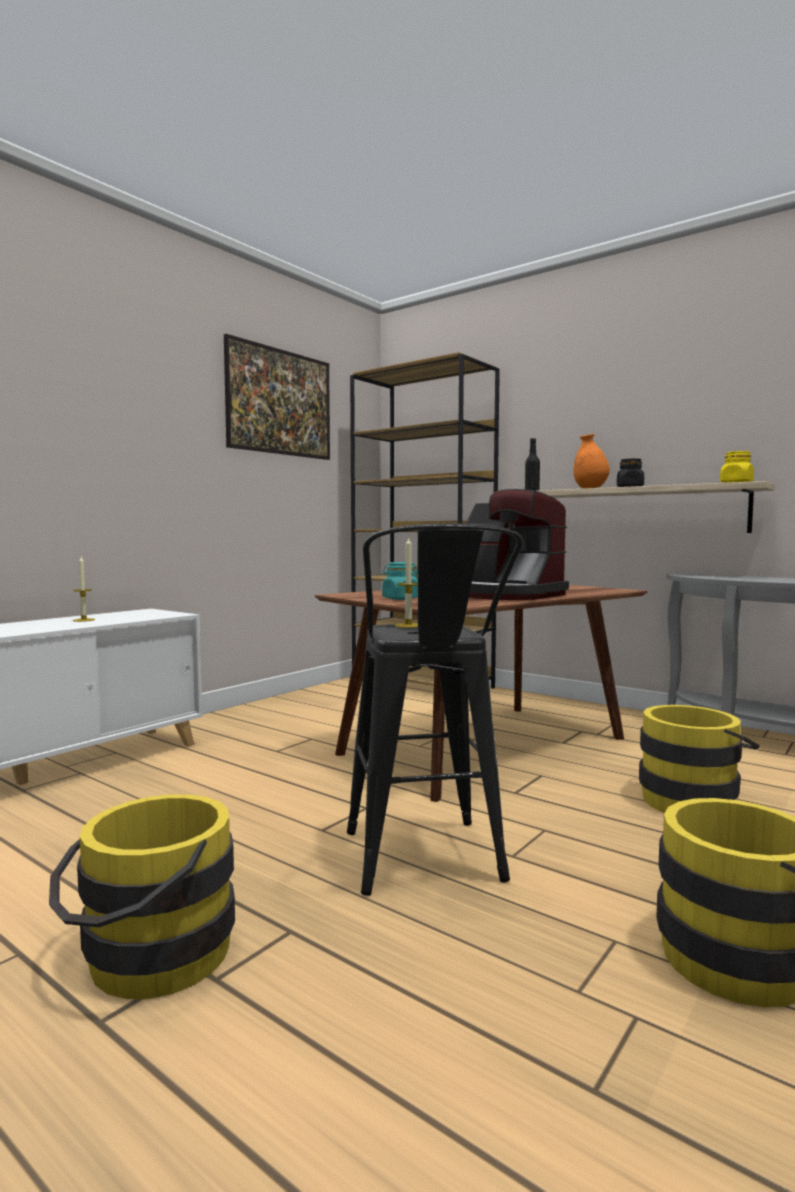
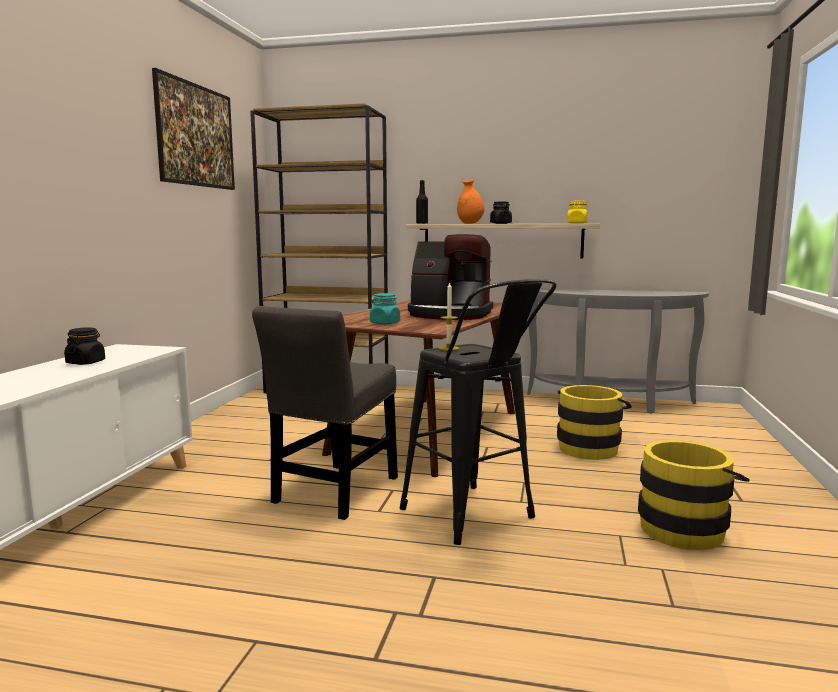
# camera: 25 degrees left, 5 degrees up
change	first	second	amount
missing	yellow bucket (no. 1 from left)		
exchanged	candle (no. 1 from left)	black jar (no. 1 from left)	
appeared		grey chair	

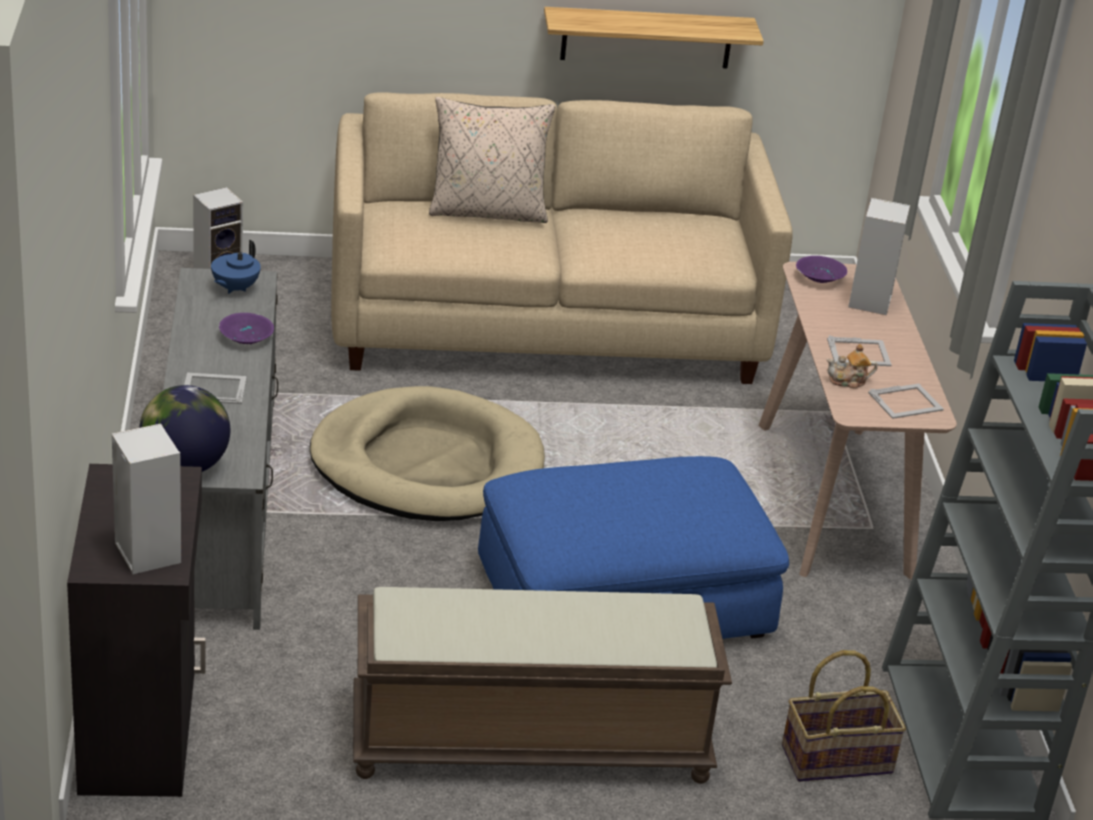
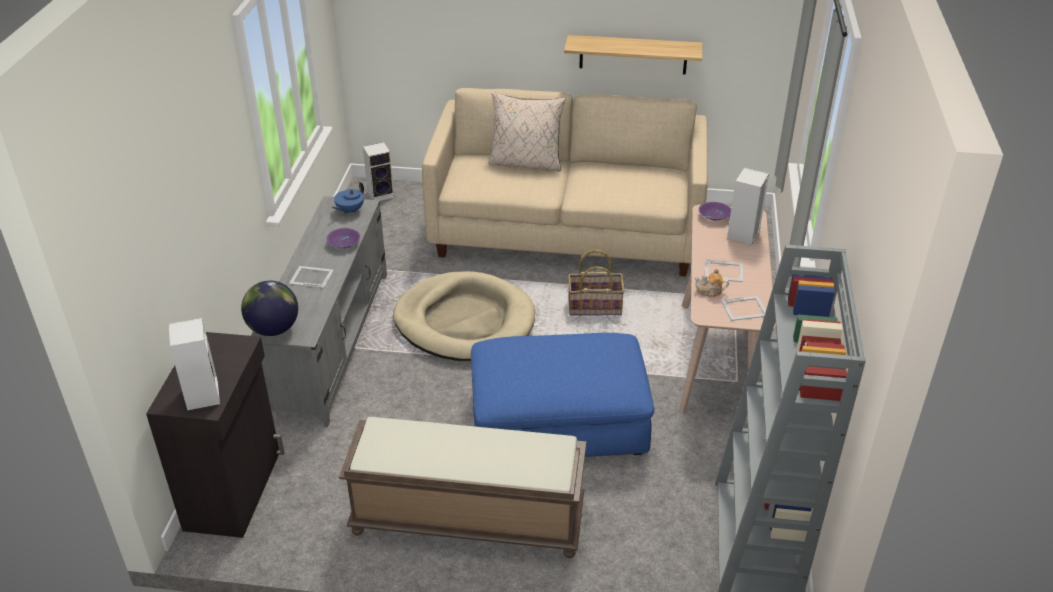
# camera: 15 degrees right, 5 degrees up
change	first	second	amount
relocated	basket		

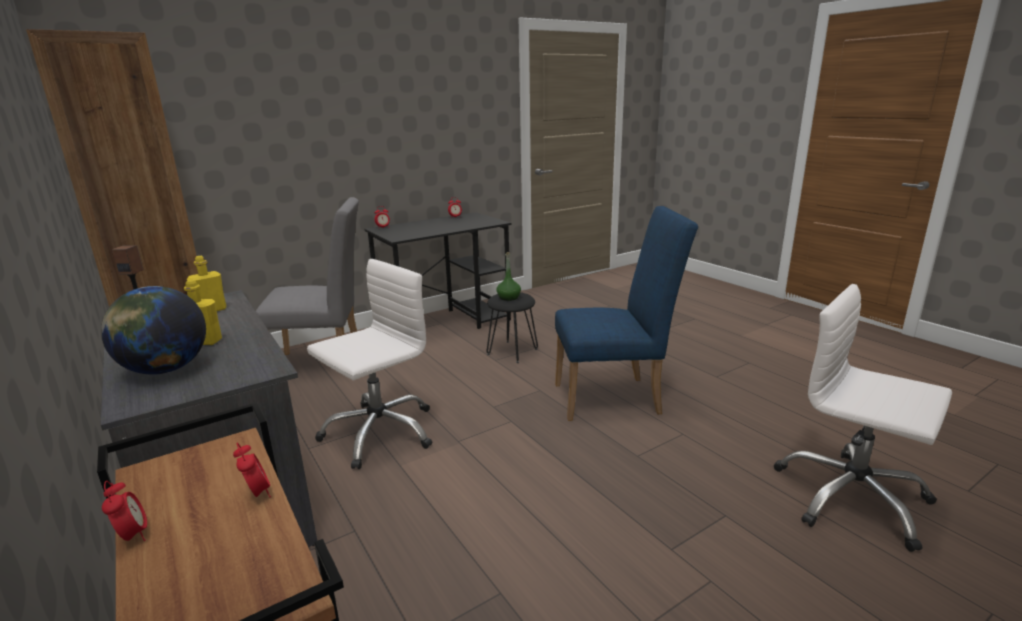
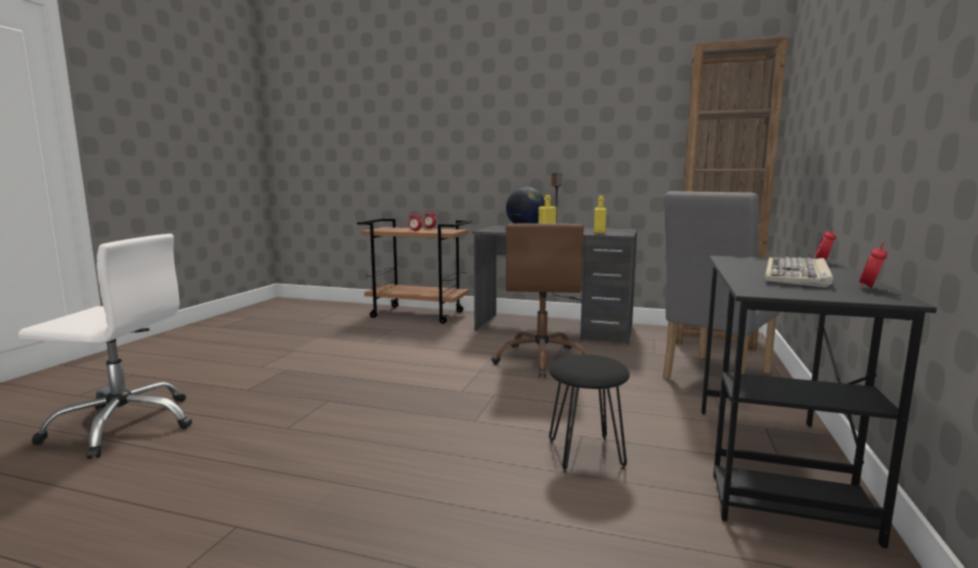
# camera: 140 degrees right, 10 degrees down
change	first	second	amount
colour	white office chair (no. 1 from left)	brown office chair	
missing	green bottle		
missing	blue chair		
appeared		keyboard	

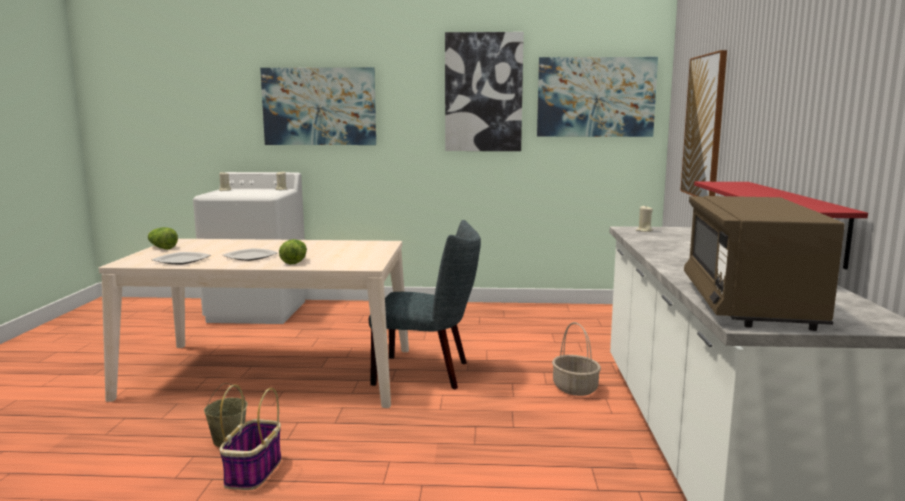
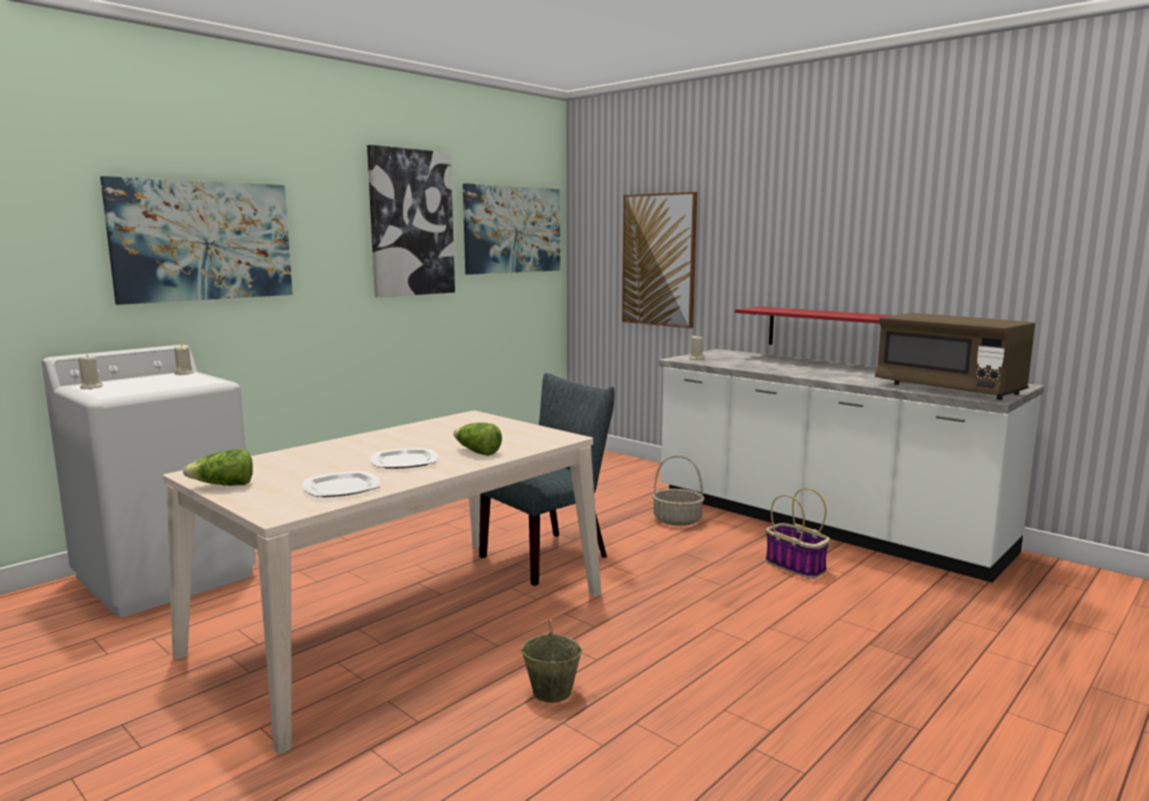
# camera: 50 degrees left, 0 degrees up
change	first	second	amount
relocated	basket (no. 1 from left in the first image)	basket (no. 2 from left)	

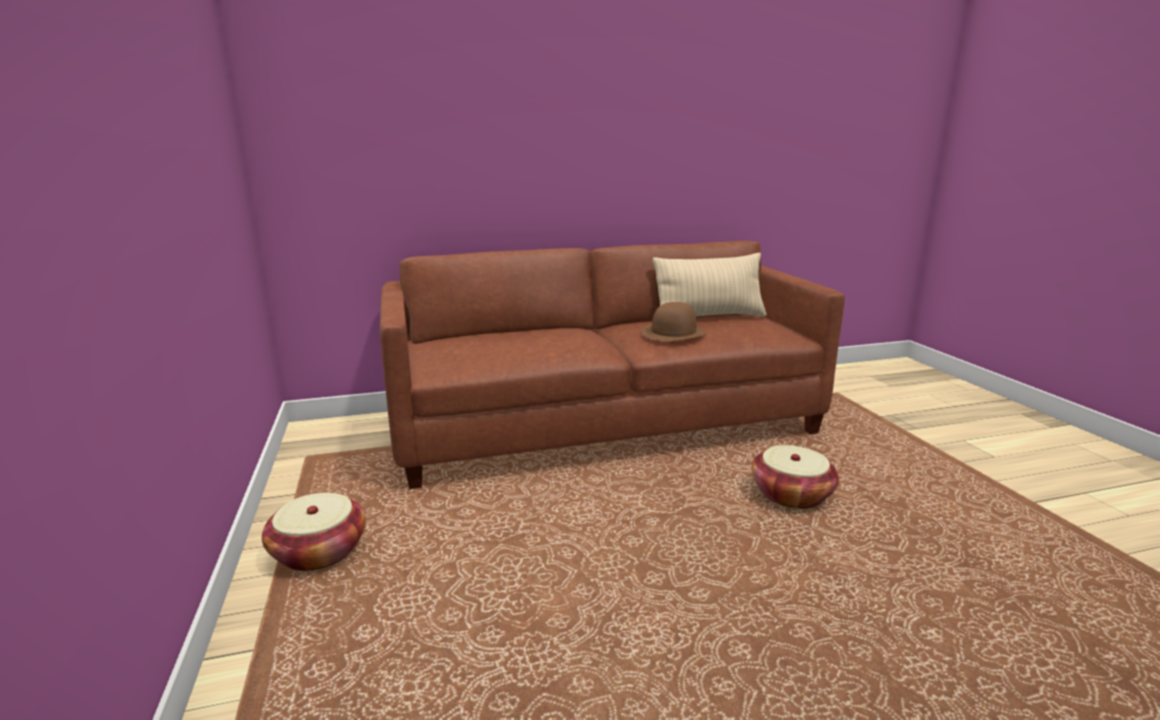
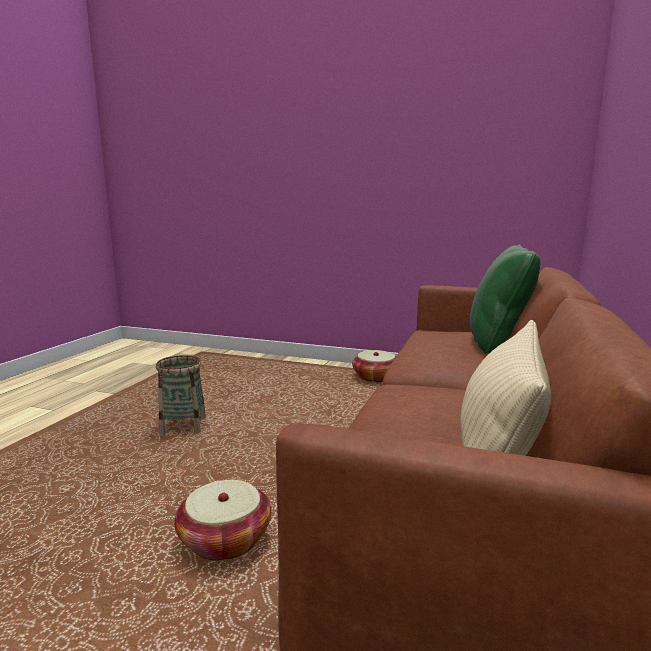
# camera: 125 degrees right, 5 degrees down
change	first	second	amount
missing	brown hat		
appeared		basket (no. 1 from left)	
appeared		green pillow	

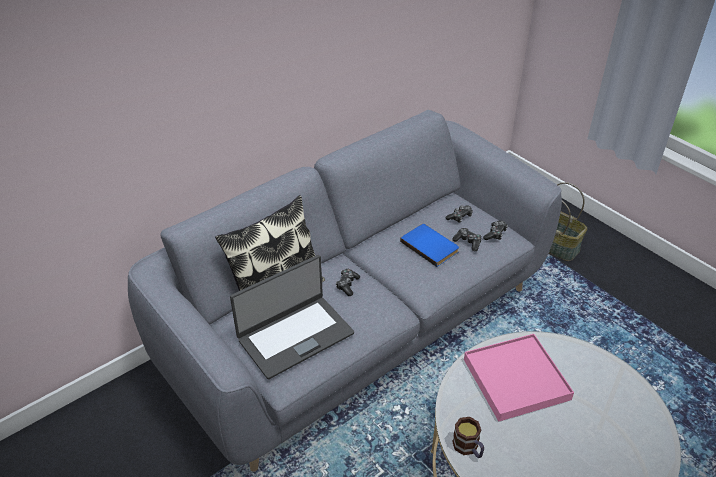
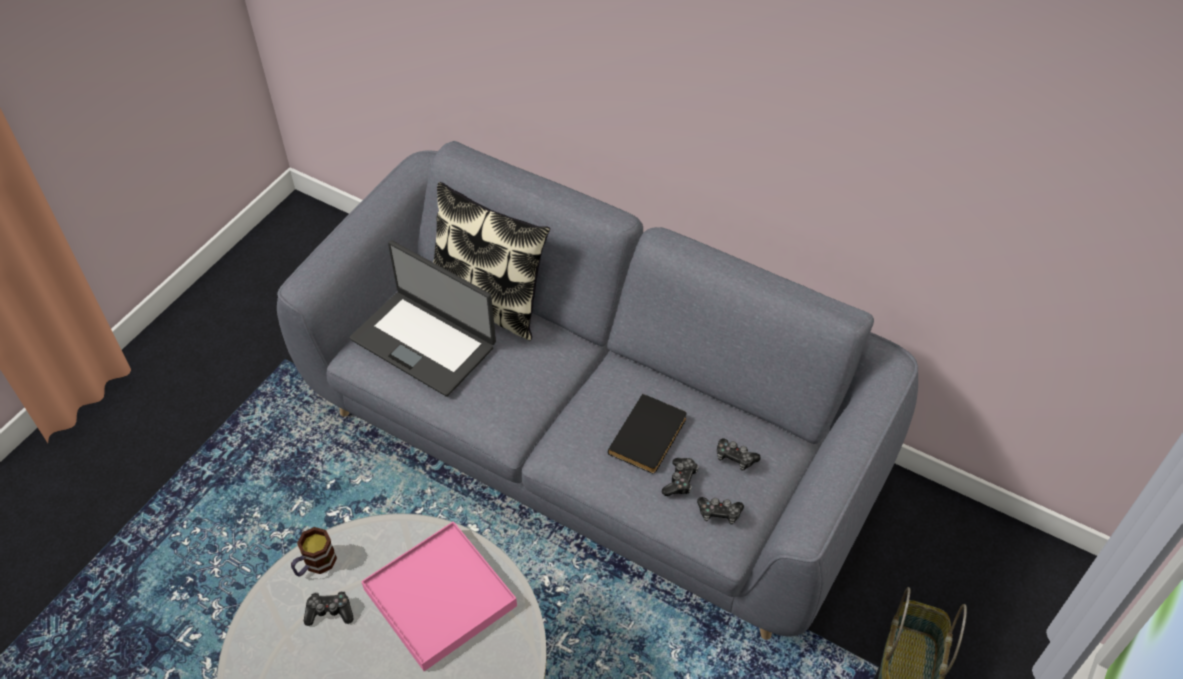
# camera: 70 degrees right, 10 degrees up
change	first	second	amount
relocated	game controller (no. 1 from left)		
colour	blue book	black book	

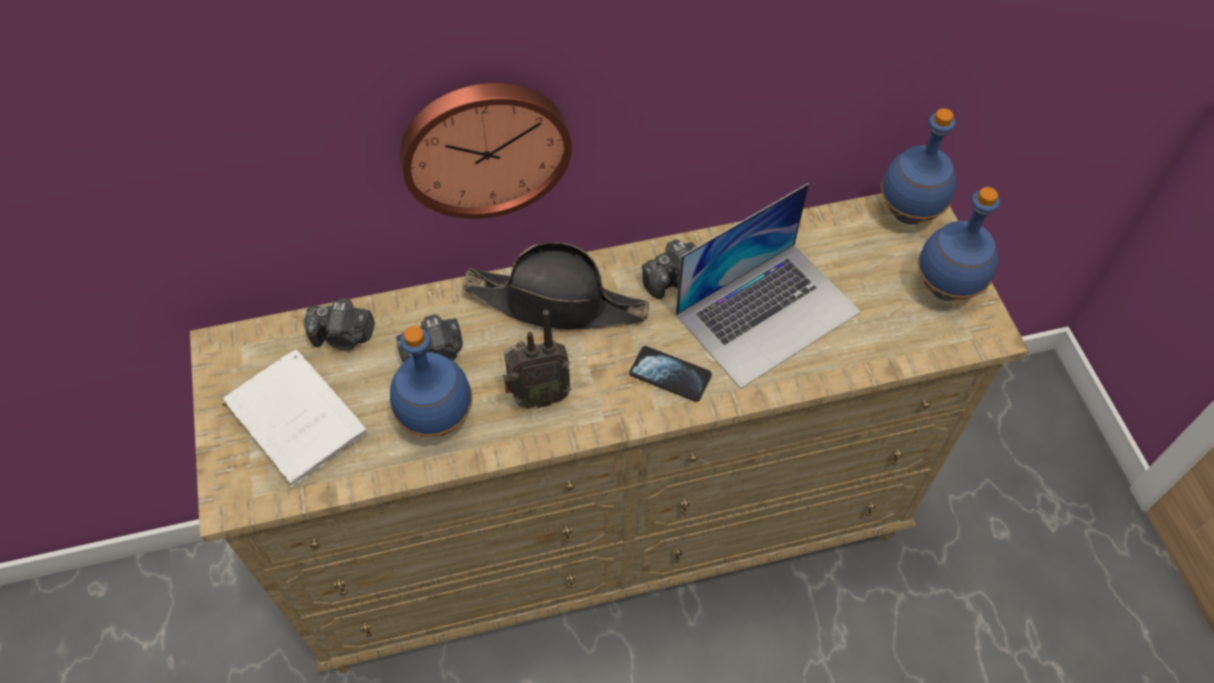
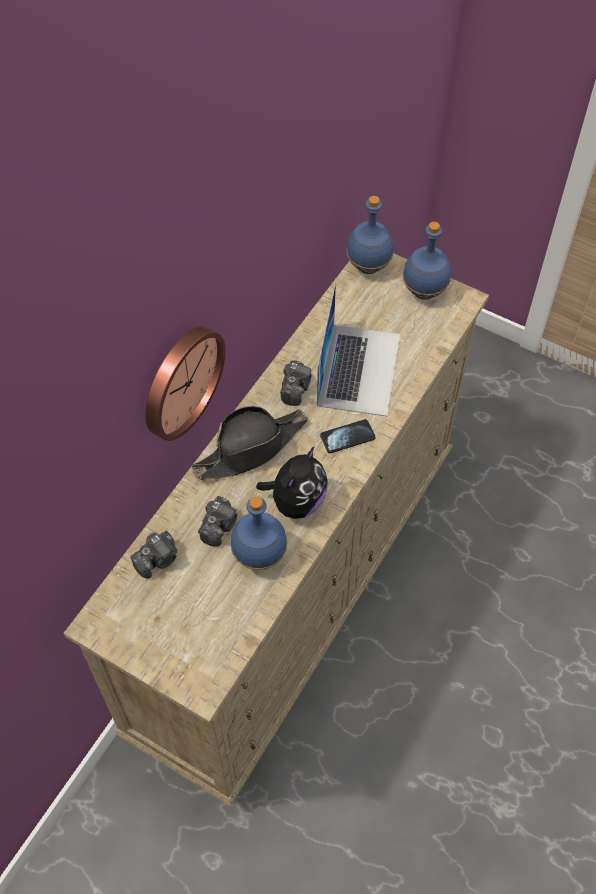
# camera: 45 degrees left, 0 degrees up
change	first	second	amount
missing	white book		
exchanged	radio	plush toy	

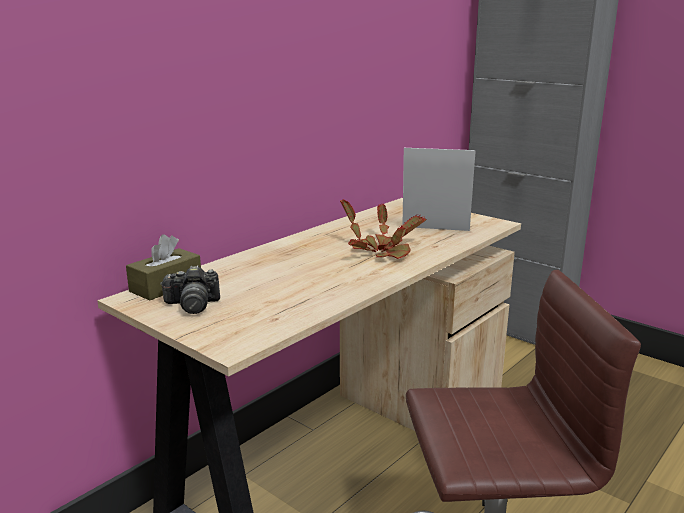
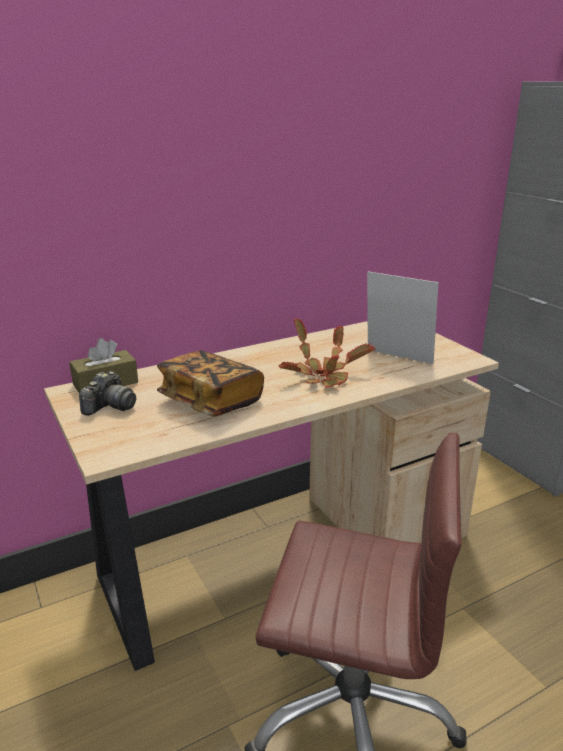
# camera: 20 degrees right, 5 degrees up
change	first	second	amount
spun	photo camera		75 degrees counterclockwise
appeared		book	

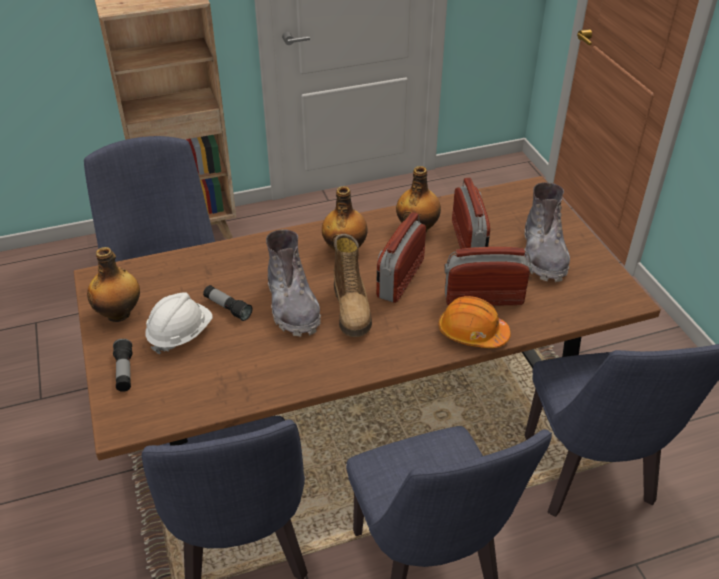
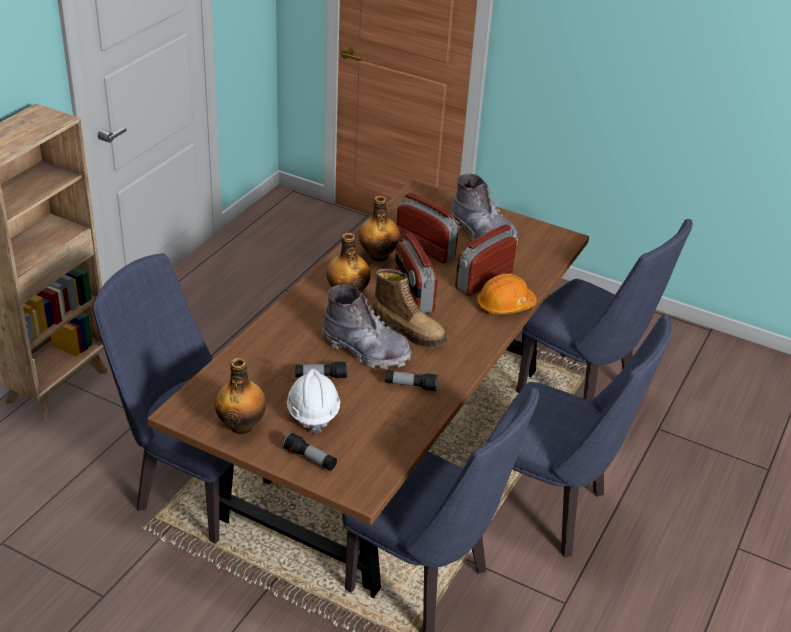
# camera: 45 degrees left, 5 degrees down
change	first	second	amount
appeared		flashlight (no. 3 from left)	

